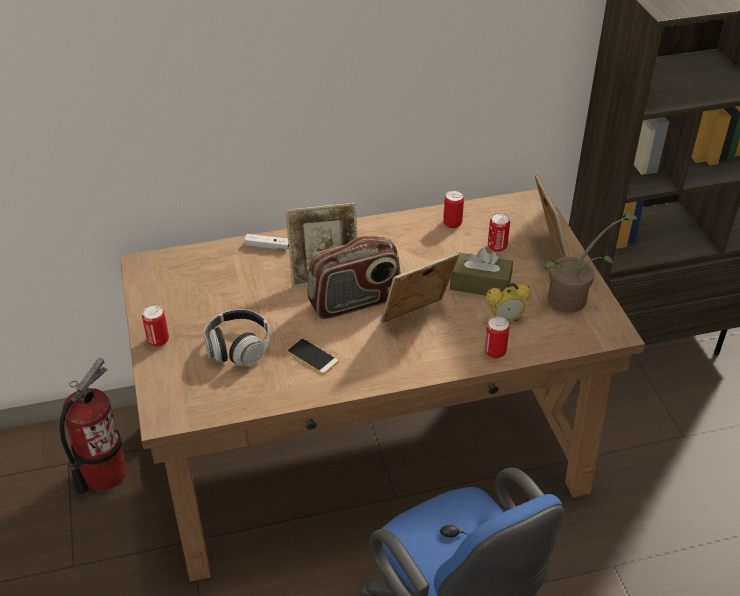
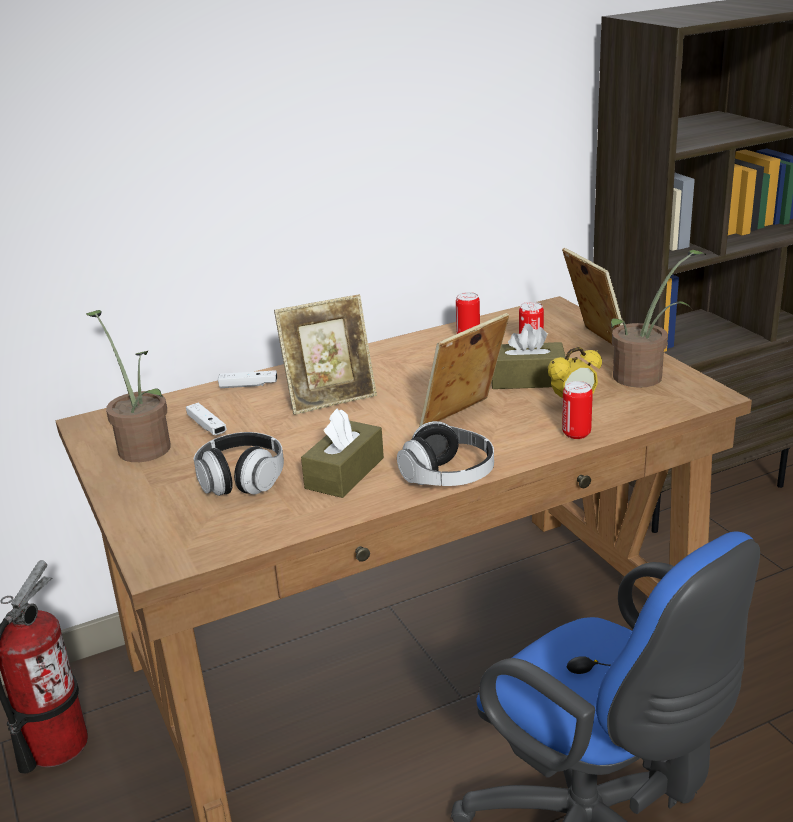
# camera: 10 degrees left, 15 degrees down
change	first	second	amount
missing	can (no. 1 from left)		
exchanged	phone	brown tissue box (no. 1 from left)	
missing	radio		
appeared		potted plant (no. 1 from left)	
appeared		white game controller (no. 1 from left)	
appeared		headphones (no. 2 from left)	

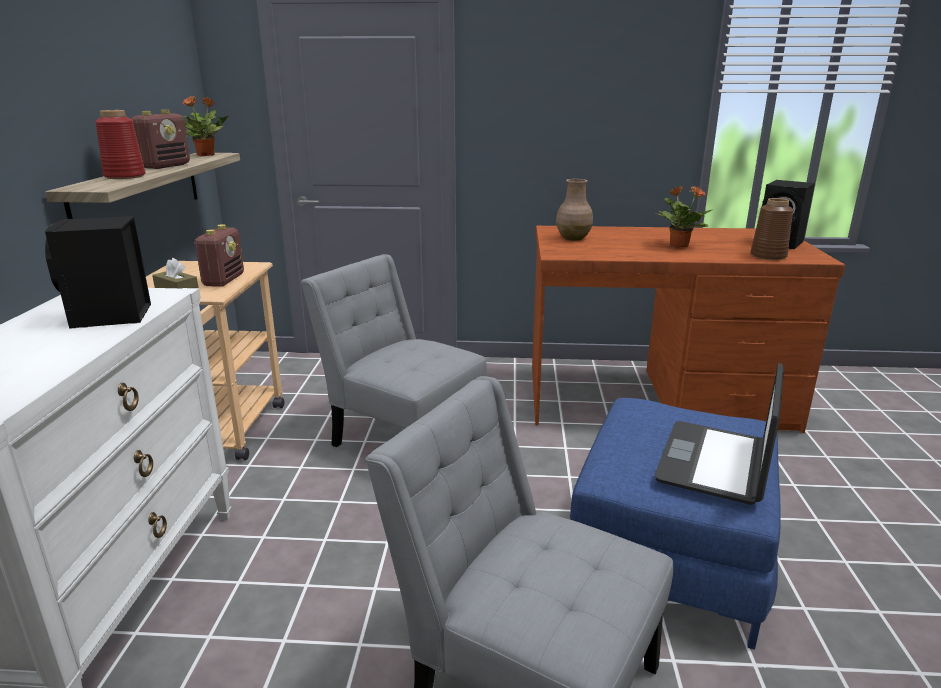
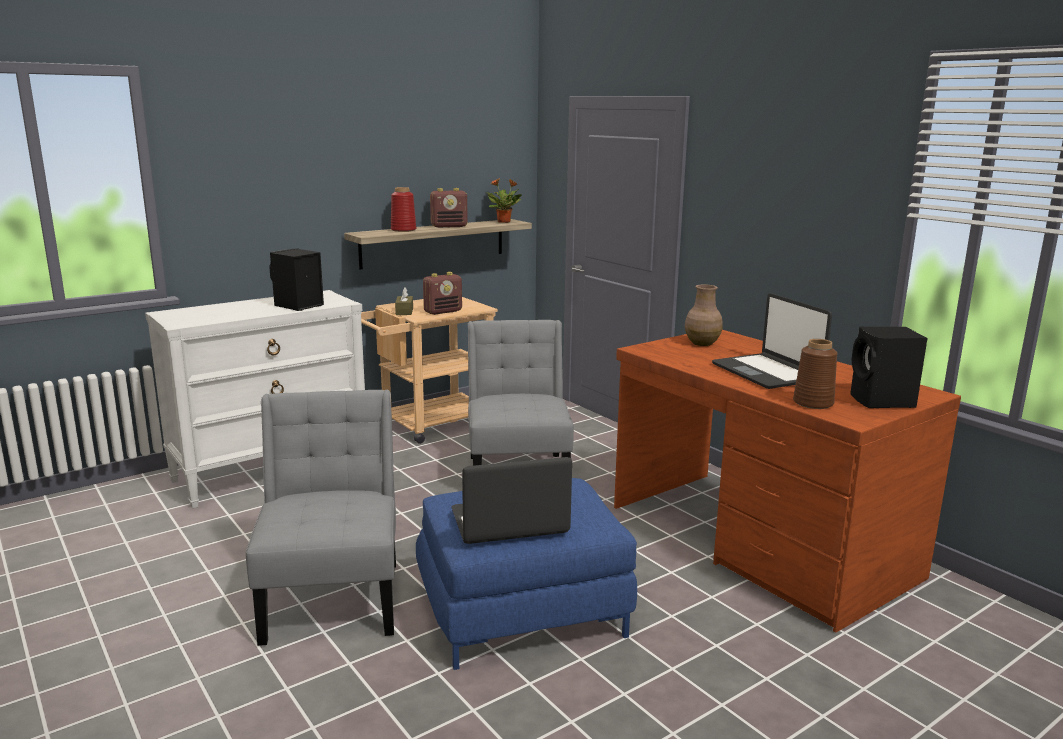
# camera: 50 degrees right, 5 degrees down
change	first	second	amount
exchanged	potted plant (no. 2 from left)	laptop (no. 2 from left)	

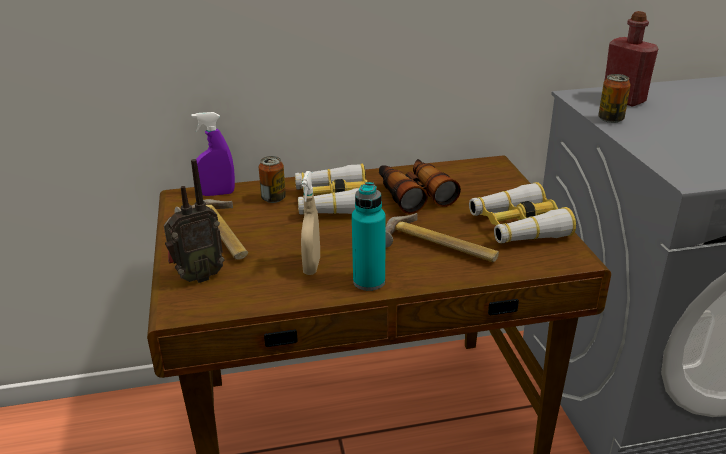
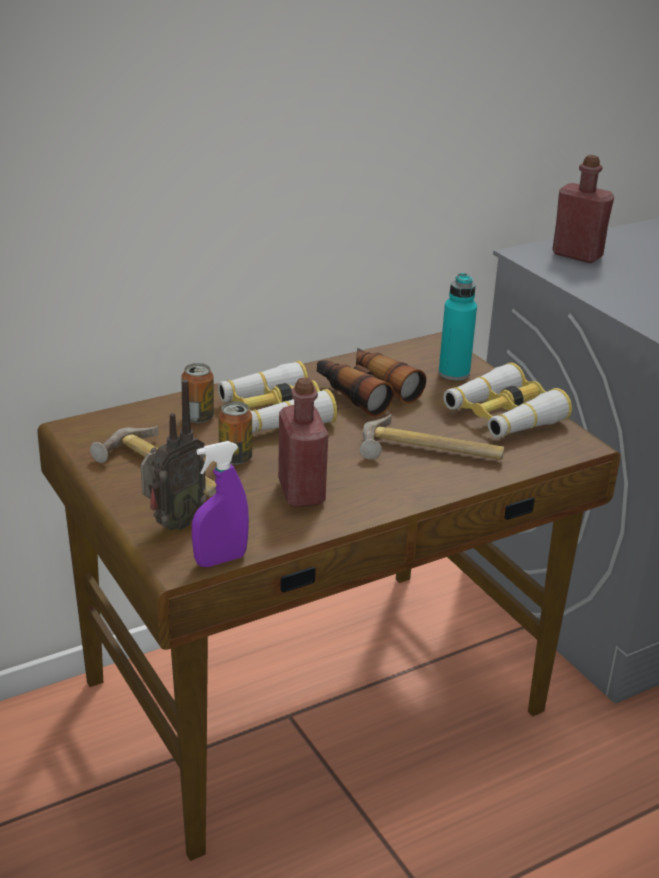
# camera: 20 degrees left, 0 degrees up
change	first	second	amount
relocated	purple spray bottle		
exchanged	beige spray bottle	red bottle (no. 1 from left)	
relocated	turquoise bottle		
relocated	can (no. 2 from left)		

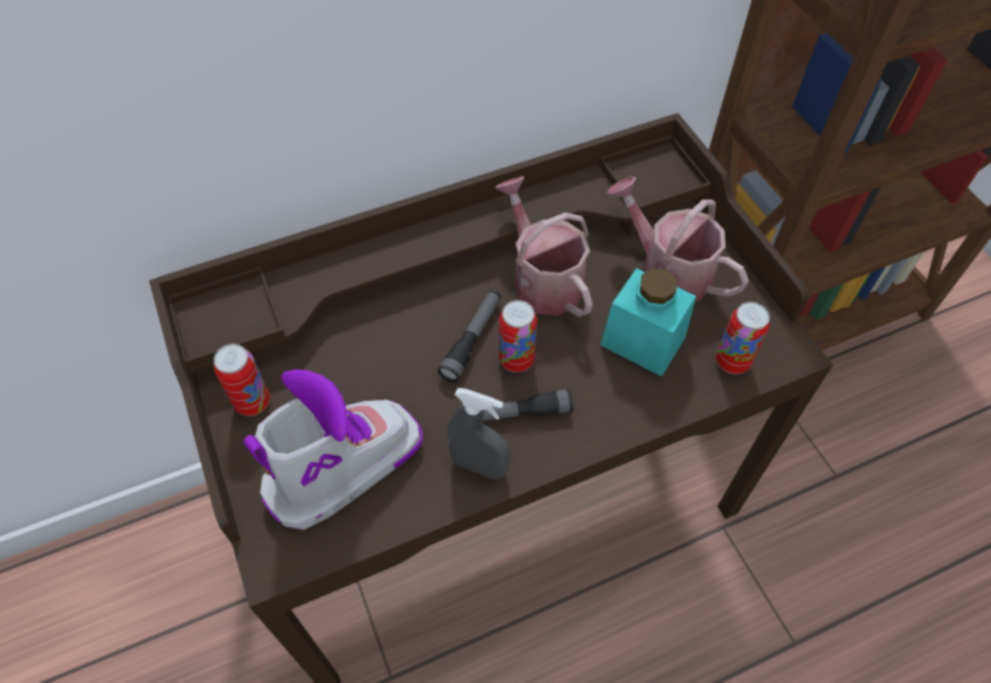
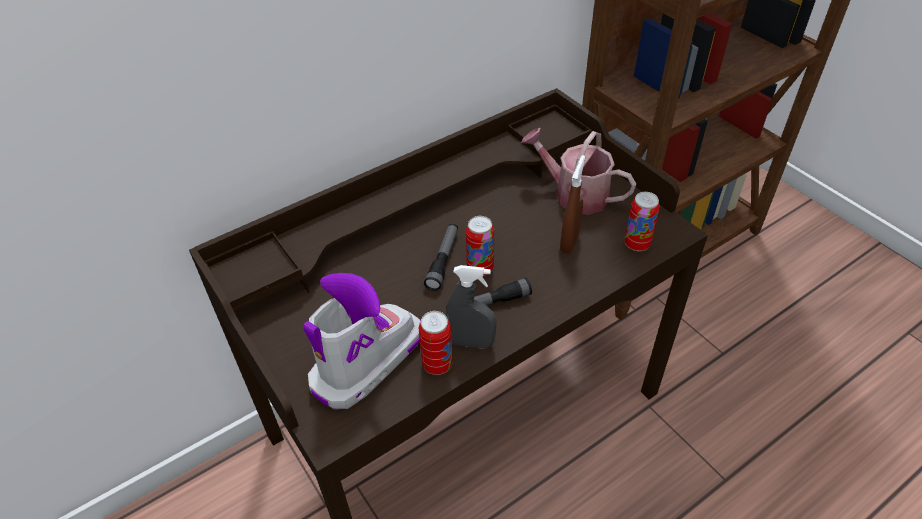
# camera: 10 degrees left, 10 degrees down
change	first	second	amount
relocated	can (no. 1 from left)		
missing	watering can (no. 1 from left)		
exchanged	turquoise jar	brown spray bottle	

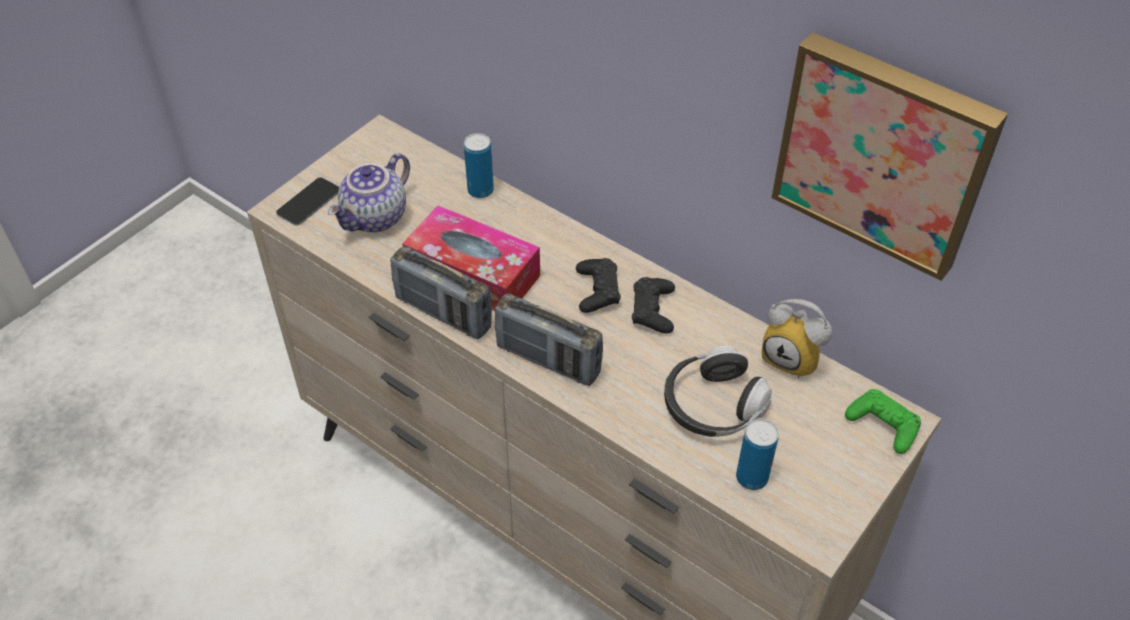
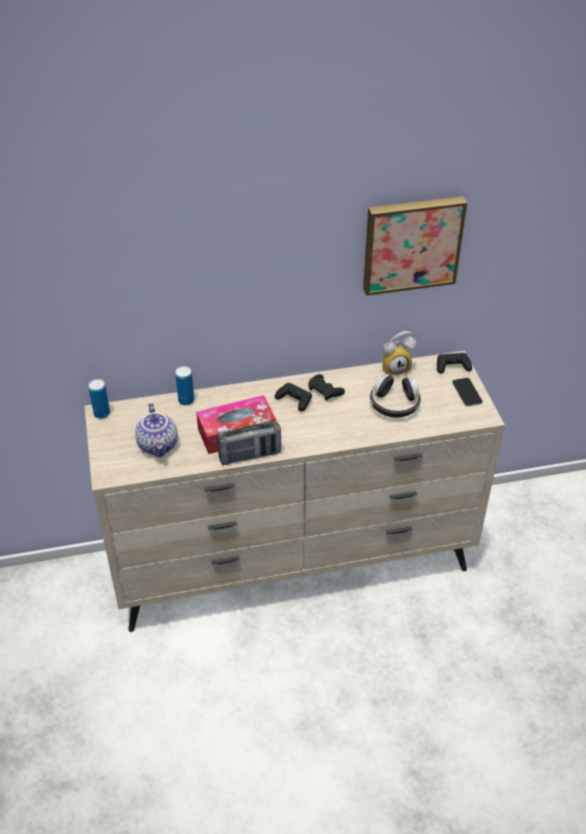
# camera: 50 degrees left, 5 degrees down
change	first	second	amount
relocated	phone		
missing	radio (no. 2 from left)		
relocated	can (no. 2 from left in the first image)	can (no. 1 from left)	
colour	green game controller	black game controller (no. 3 from left)	

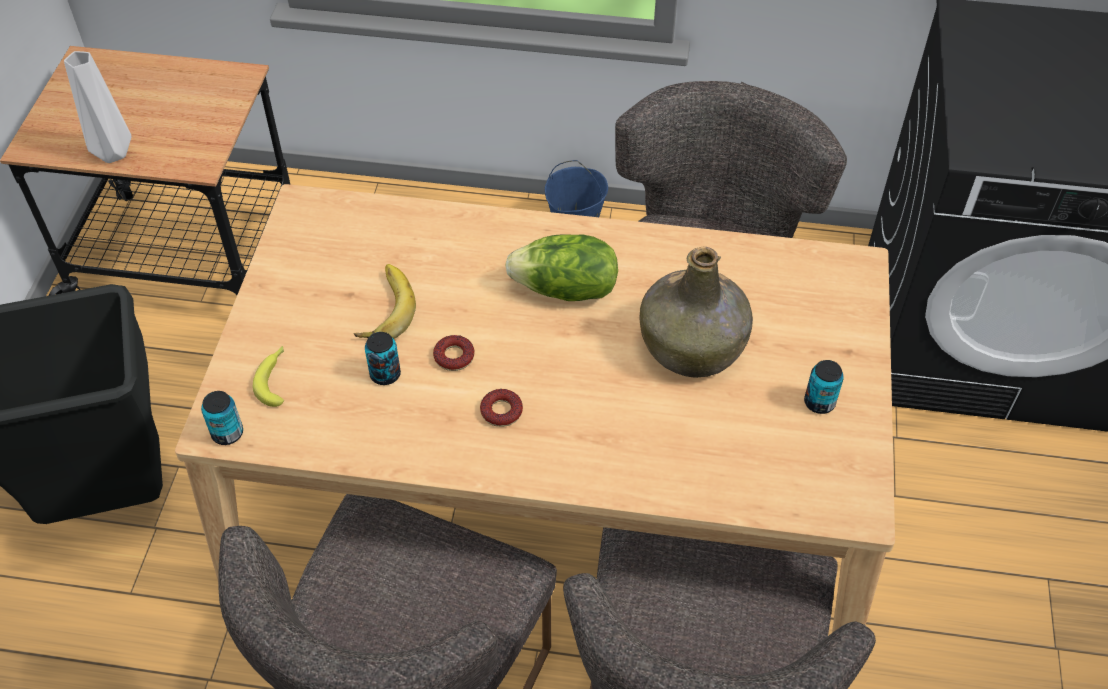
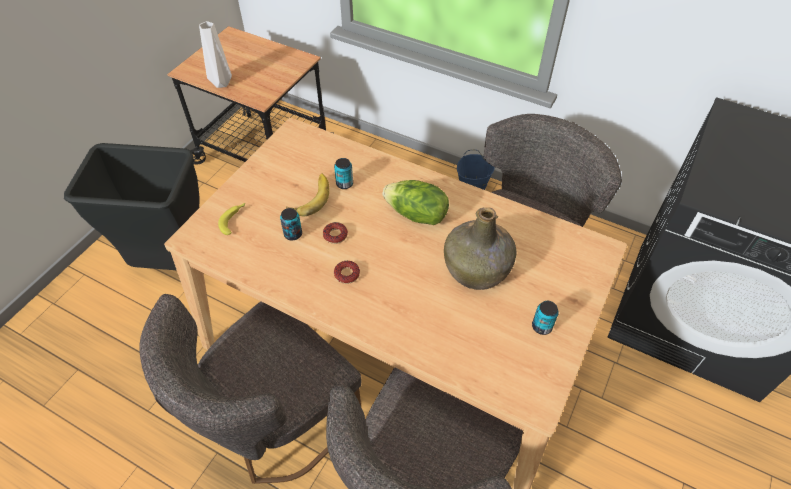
# camera: 20 degrees right, 0 degrees up
change	first	second	amount
relocated	can (no. 1 from left in the first image)	can (no. 2 from left)	

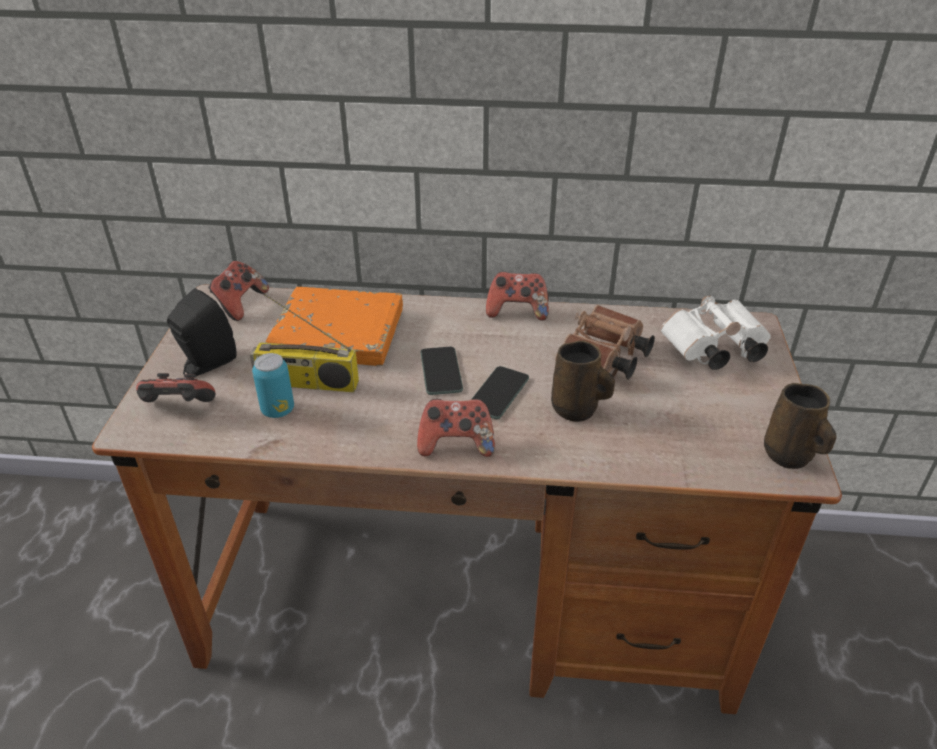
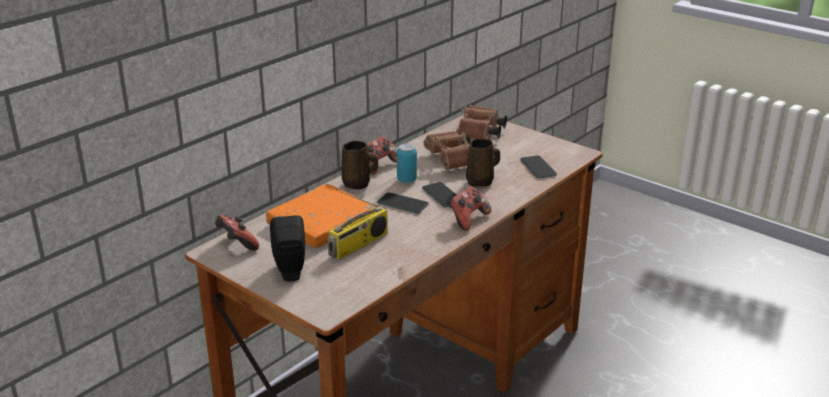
# camera: 55 degrees left, 10 degrees down
change	first	second	amount
missing	game controller (no. 1 from left)		
relocated	can		
colour	white binoculars	brown binoculars (no. 2 from left)	
relocated	brown mug (no. 2 from left in the first image)	brown mug (no. 1 from left)	
appeared		phone (no. 3 from left)	

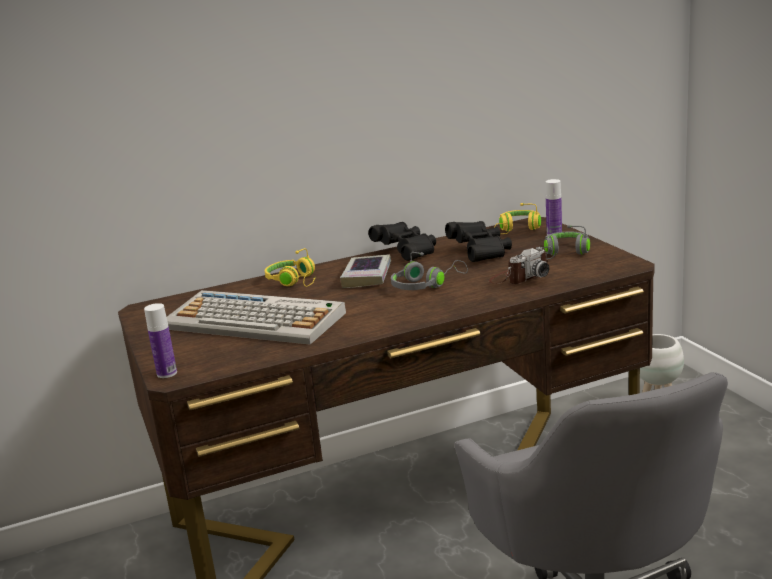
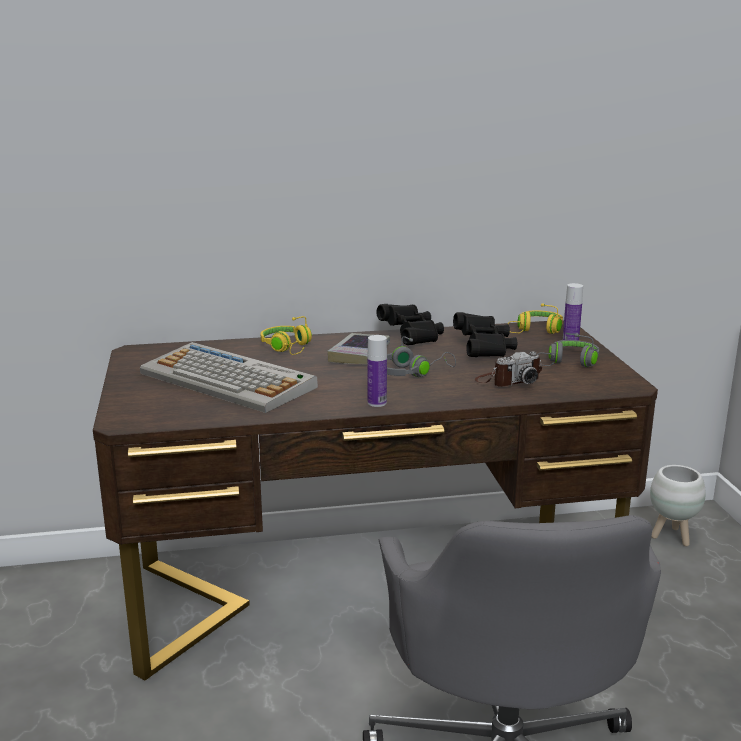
# camera: 10 degrees right, 0 degrees up
change	first	second	amount
relocated	bottle (no. 1 from left)		

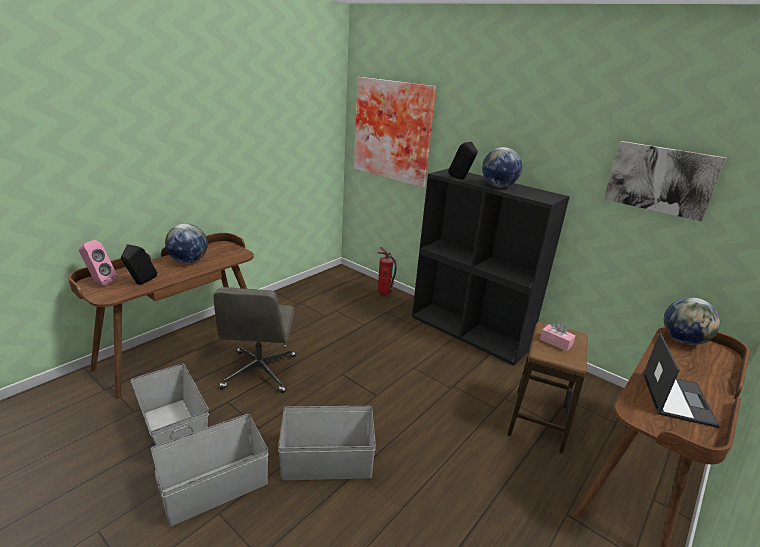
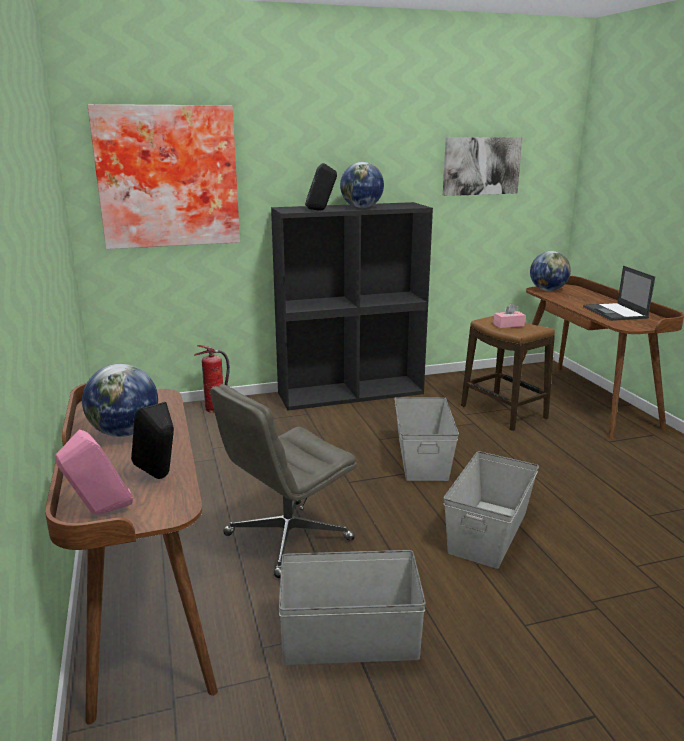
# camera: 55 degrees left, 5 degrees down
change	first	second	amount
relocated	grey storage box (no. 2 from left)		
spun	grey office chair		105 degrees clockwise
spun	laptop		150 degrees counterclockwise

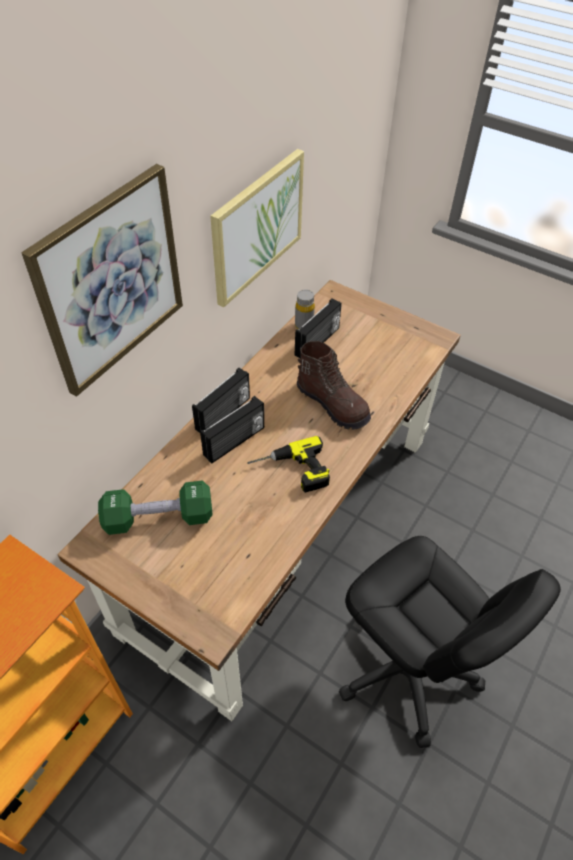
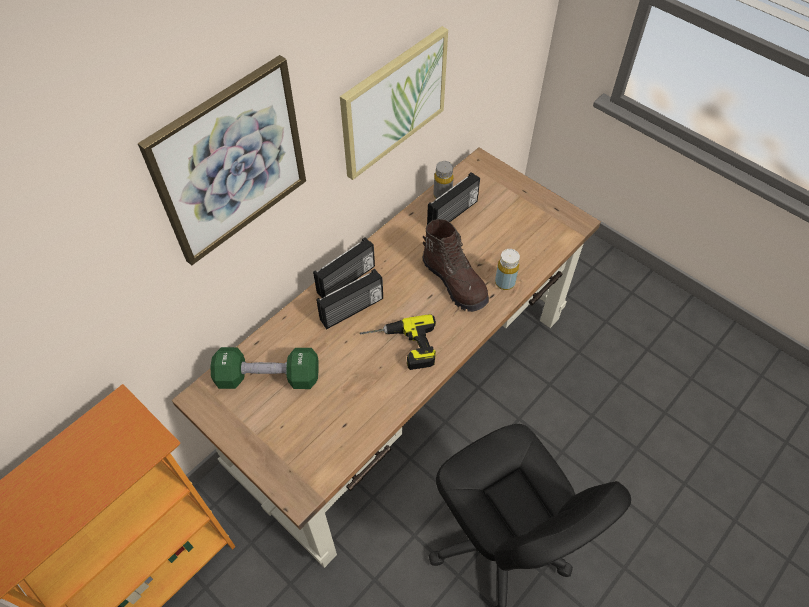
# camera: 10 degrees right, 5 degrees up
change	first	second	amount
appeared		yellow bottle	

